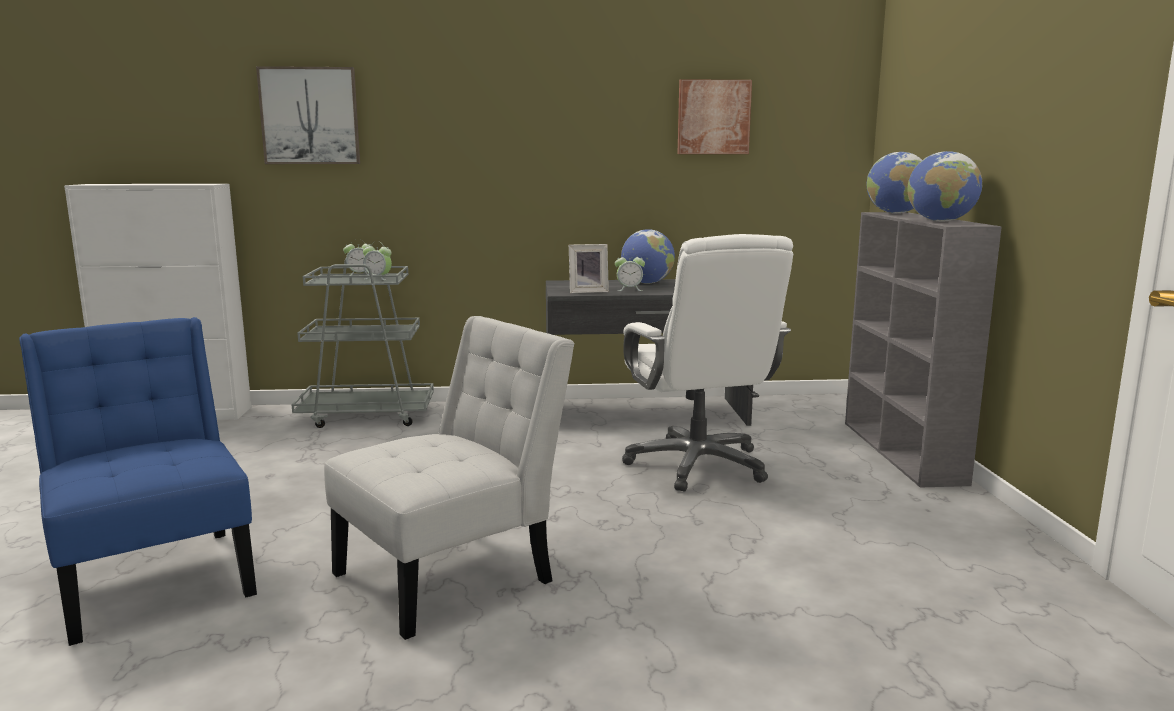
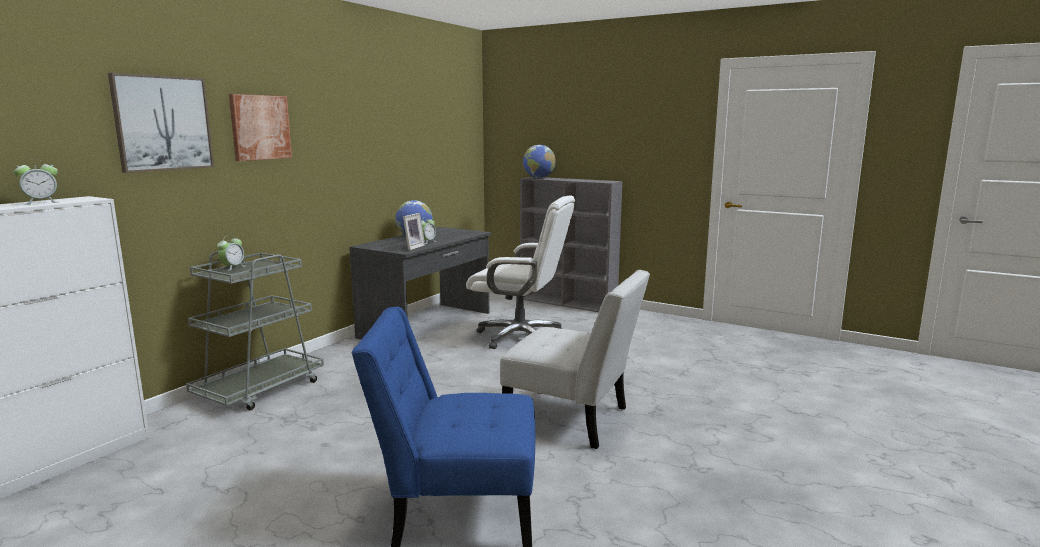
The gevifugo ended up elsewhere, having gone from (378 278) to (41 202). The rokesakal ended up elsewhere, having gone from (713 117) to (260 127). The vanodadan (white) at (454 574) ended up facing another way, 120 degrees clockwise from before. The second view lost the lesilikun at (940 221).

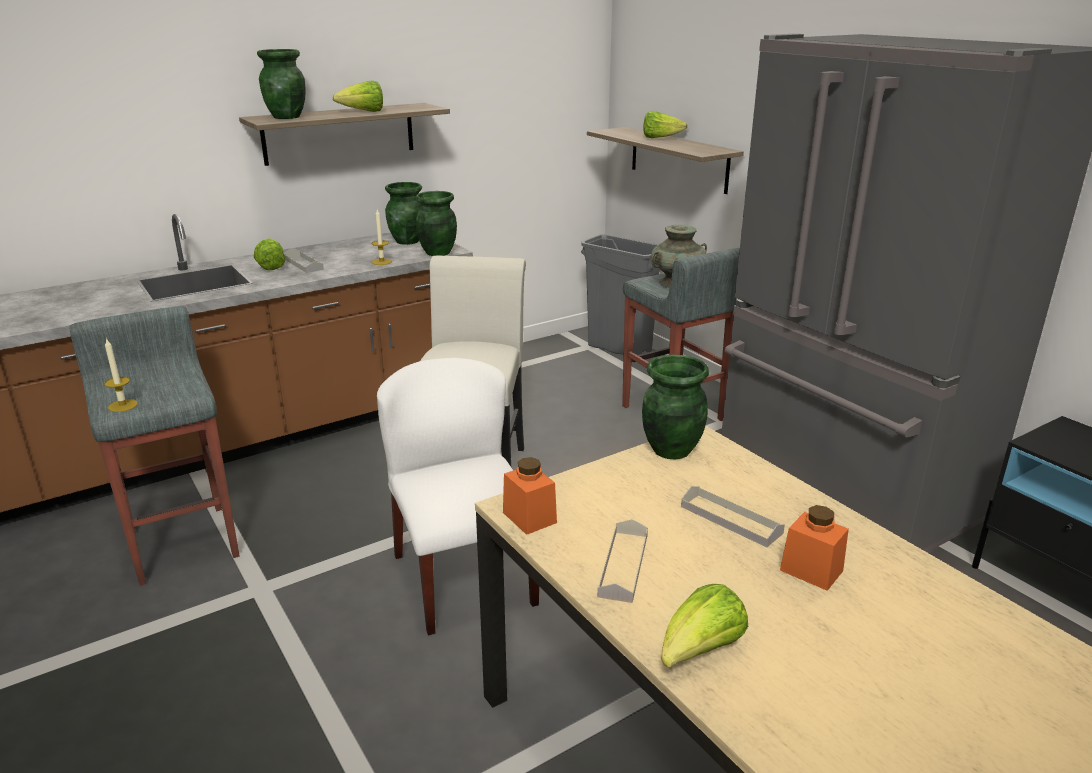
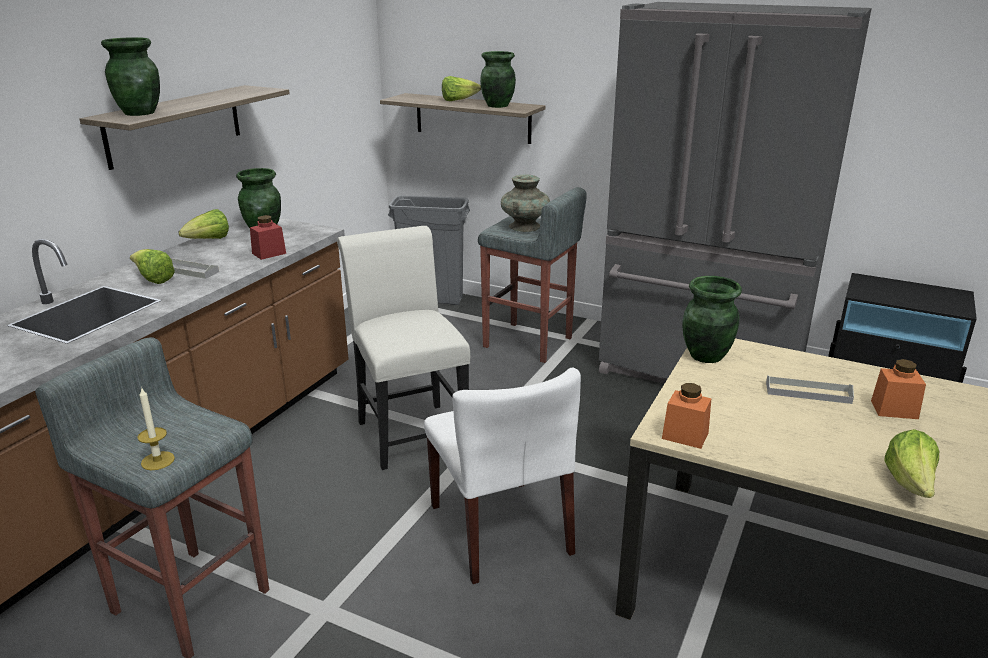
The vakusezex ended up elsewhere, having gone from (363 112) to (208 241). Where the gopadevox stood at (381 262), the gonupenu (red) came to stand at (269 253). The vanodadan (white) at (463 578) ended up facing another way, 150 degrees counterclockwise from before. The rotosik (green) ended up elsewhere, having gone from (437 253) to (497 106). The second view lost the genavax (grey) at (623 565).

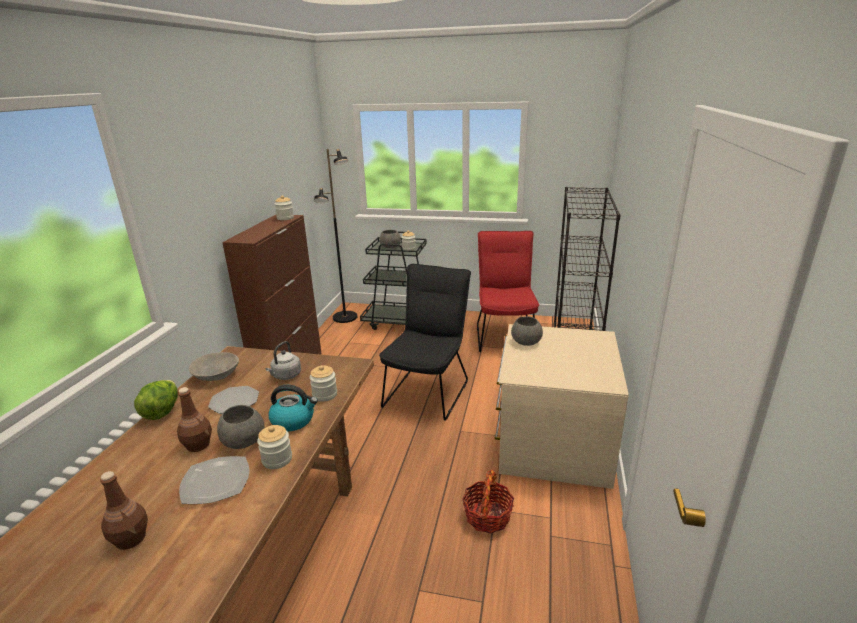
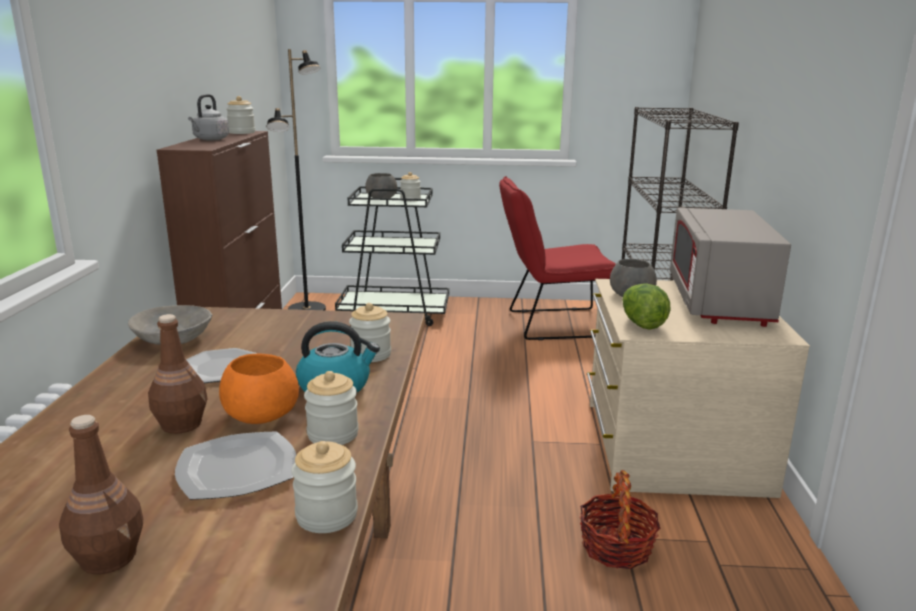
The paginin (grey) ended up elsewhere, having gone from (285 376) to (210 139). What was the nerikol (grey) at (243 440) turned into the nerikol (orange) at (260 414). The second view gained the gonupenu at (326 515). The vanodadan (red) at (505 335) ended up facing another way, 90 degrees counterclockwise from before. The vakusezex ended up elsewhere, having gone from (162 411) to (641 324). The second view gained the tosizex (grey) at (718 302). The second view lost the vanodadan (black) at (429 390).

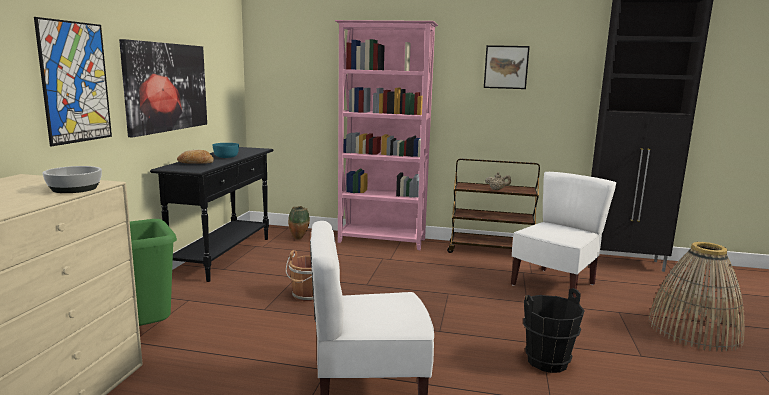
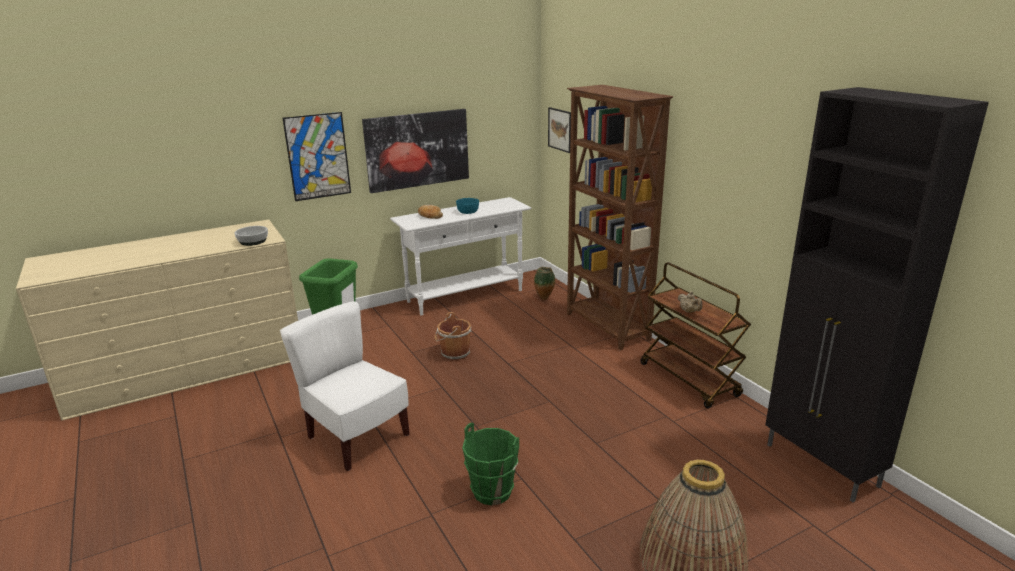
What was the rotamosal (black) at (223 256) turned into the rotamosal (white) at (466 296). What was the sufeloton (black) at (547 362) turned into the sufeloton (green) at (492 492). The rokesakal ended up elsewhere, having gone from (506 67) to (560 129). What was the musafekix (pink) at (382 241) turned into the musafekix (brown) at (607 327). The second view lost the vanodadan (white) at (555 285).

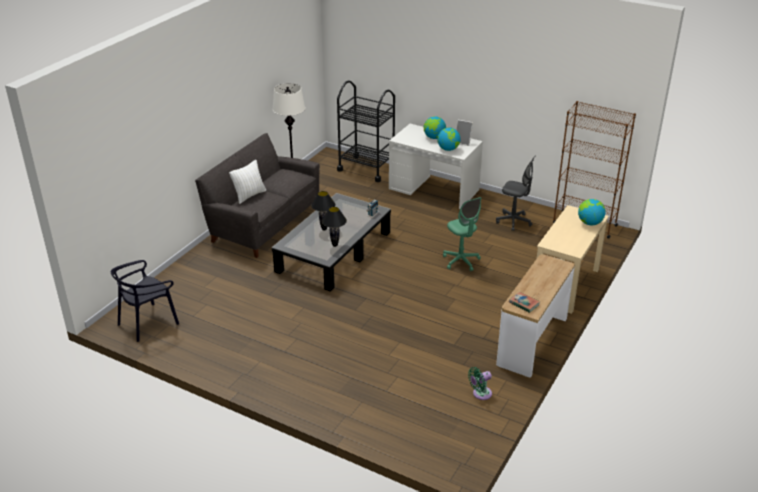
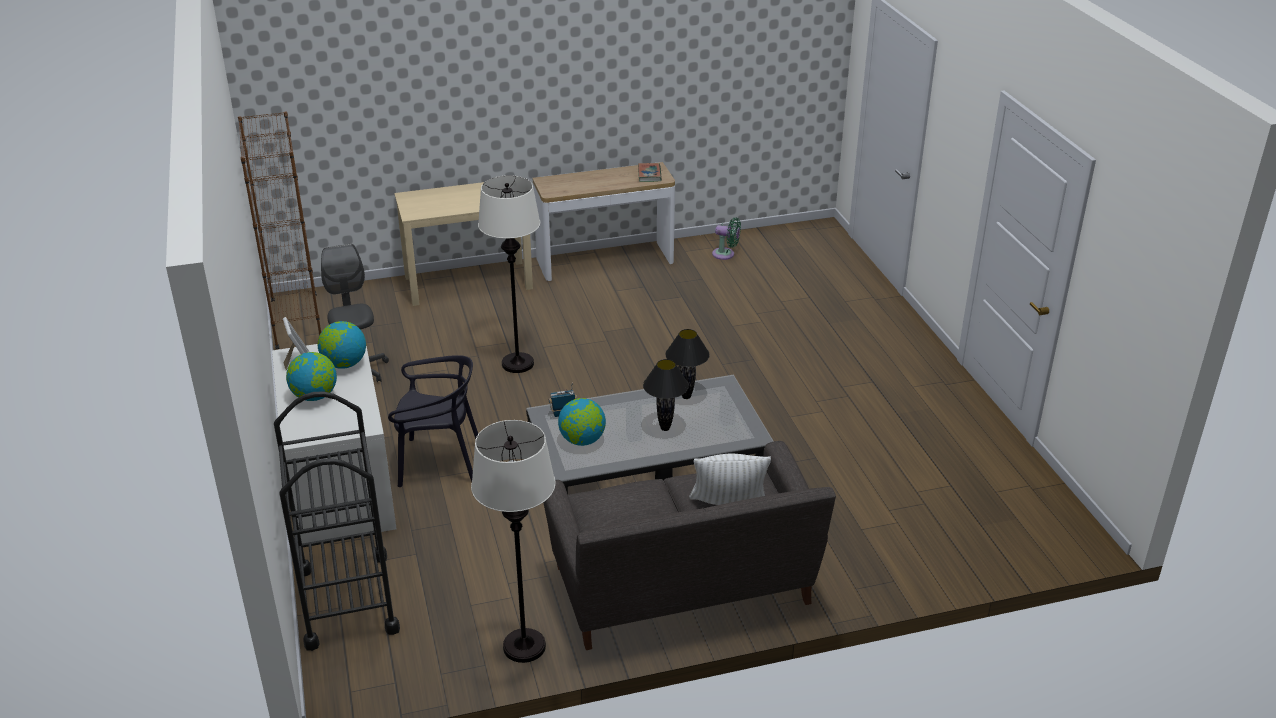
The vanodadan (black) ended up elsewhere, having gone from (148 323) to (439 463). Where the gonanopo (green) stood at (461 261), the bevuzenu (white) came to stand at (518 364). The lesilikun ended up elsewhere, having gone from (589 223) to (582 440).

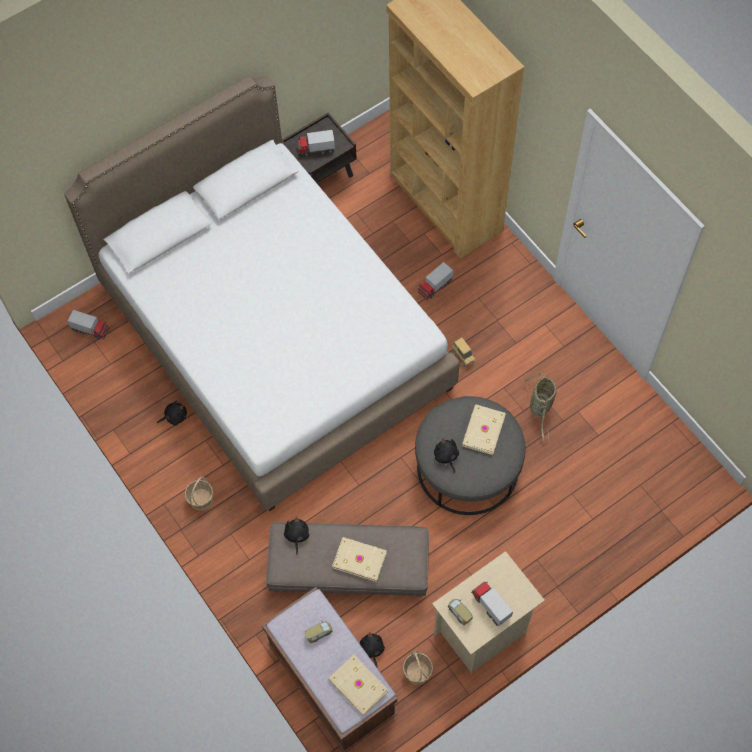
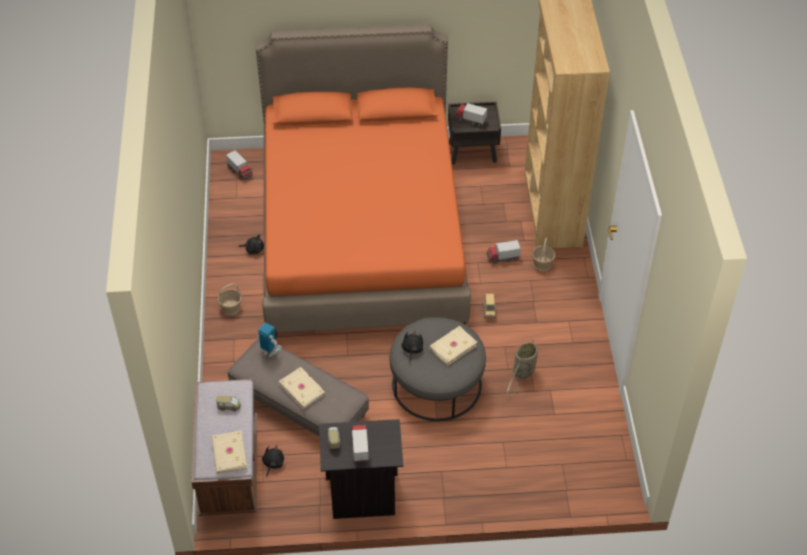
What was the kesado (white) at (274 336) turned into the kesado (orange) at (361 234). Where the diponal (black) stood at (296 536), the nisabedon came to stand at (270 351). What was the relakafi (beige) at (482 632) turned into the relakafi (black) at (362 497). The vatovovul ended up elsewhere, having gone from (417 672) to (542 264).

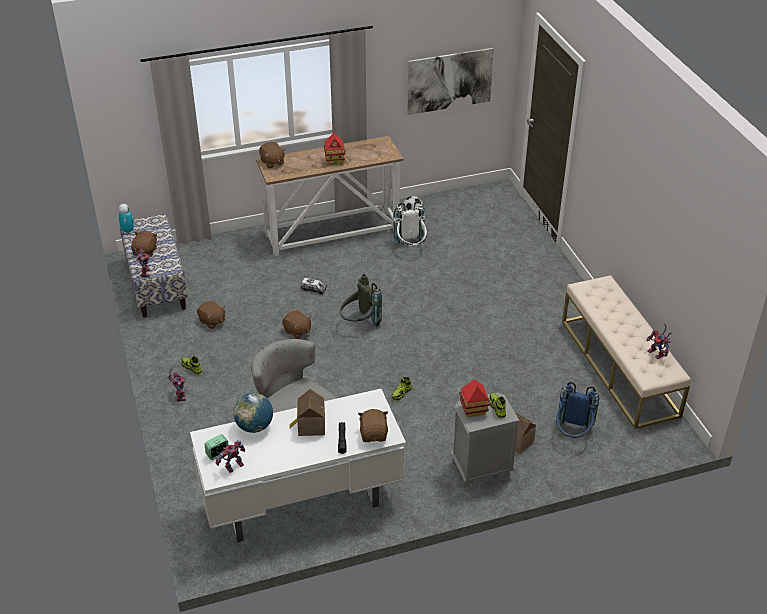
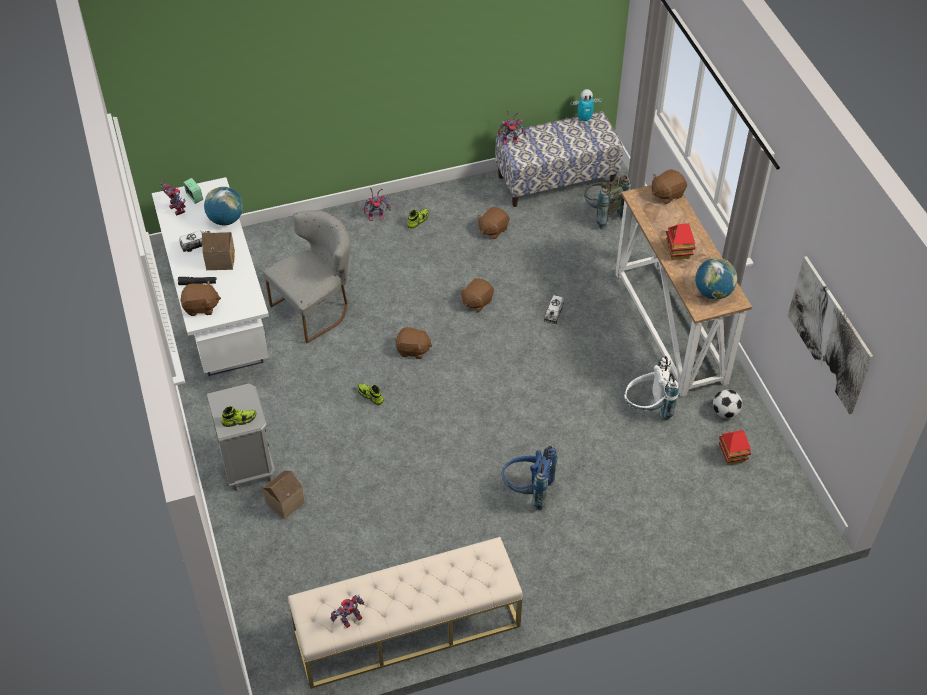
The second view gained the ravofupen at (197 244). The diponal (brown) ended up elsewhere, having gone from (145 251) to (413 350). The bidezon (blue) ended up elsewhere, having gone from (572 435) to (528 491). The bidezon (grey) ended up elsewhere, having gone from (360 323) to (603 214). The second view gained the lesilikun at (713 292). The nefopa ended up elsewhere, having gone from (473 410) to (732 455).

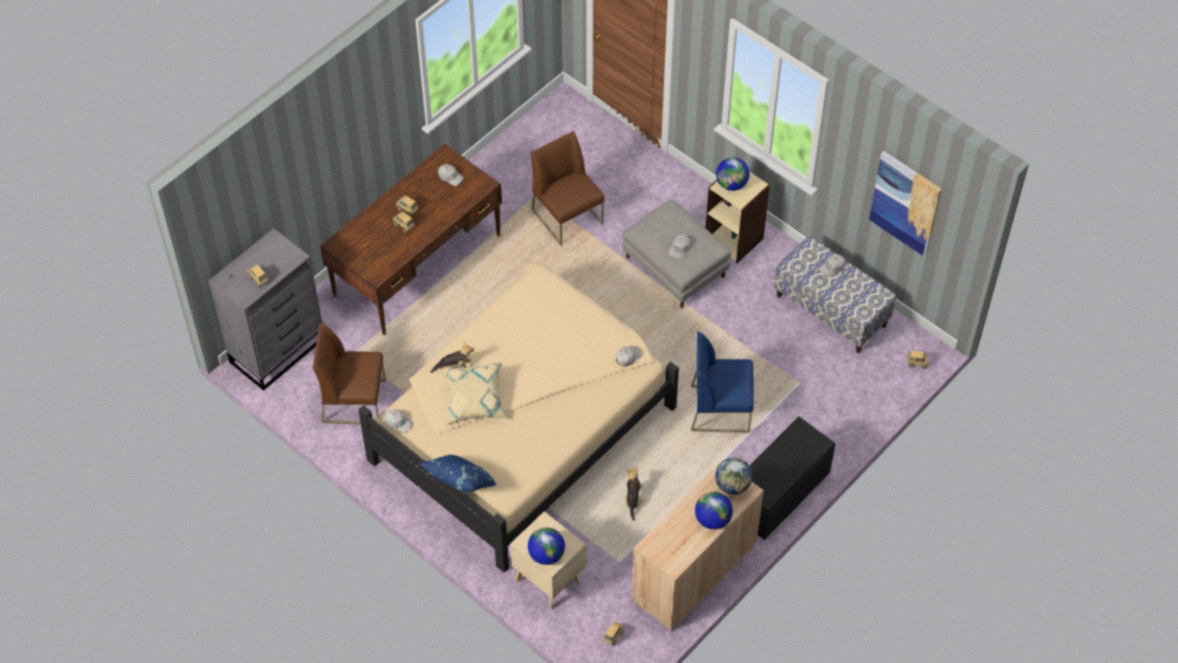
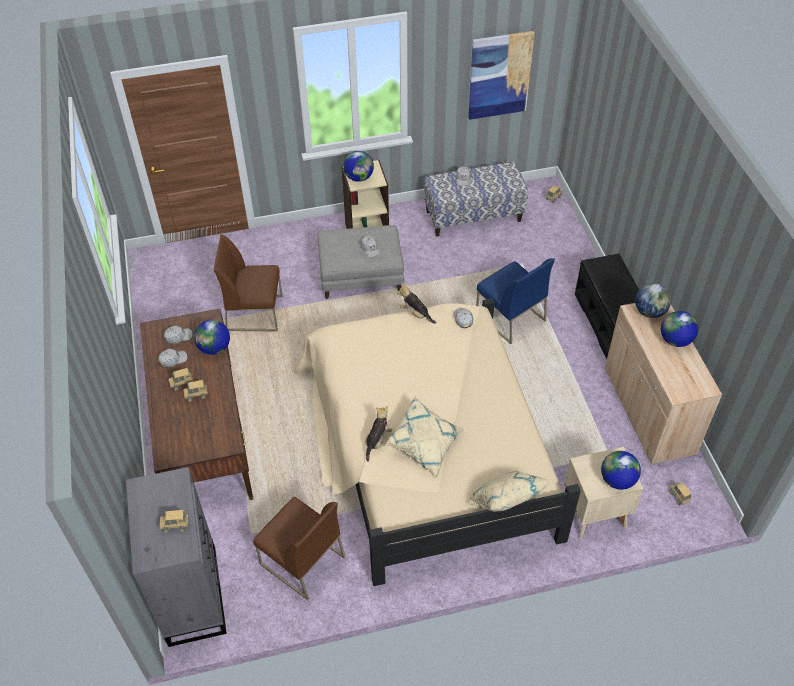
The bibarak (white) ended up elsewhere, having gone from (398 422) to (173 360). The second view gained the lesilikun at (214 348). The vanodadan (brown) at (354 400) ended up facing another way, 90 degrees counterclockwise from before. The diponal ended up elsewhere, having gone from (633 499) to (415 313). What was the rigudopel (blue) at (459 485) turned into the rigudopel (beige) at (505 505). The vanodadan (blue) at (720 408) ended up facing another way, 75 degrees counterclockwise from before.

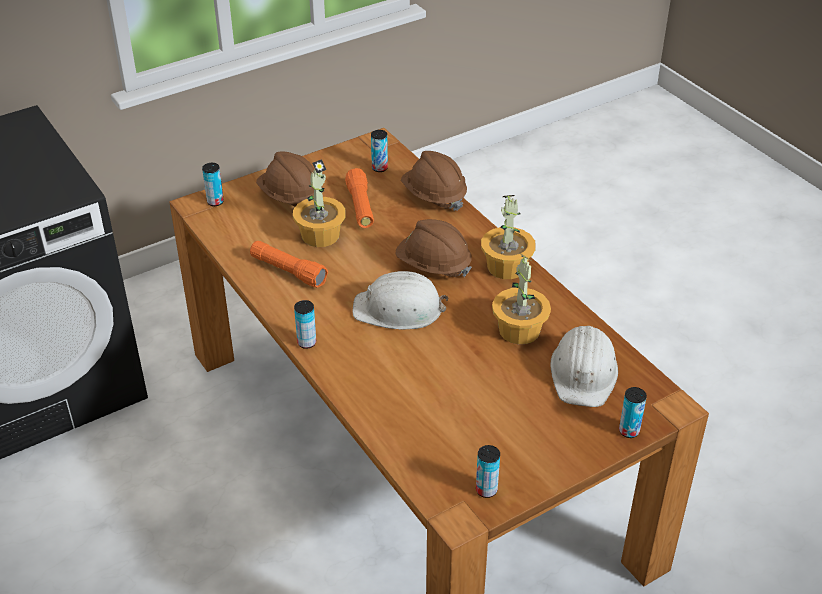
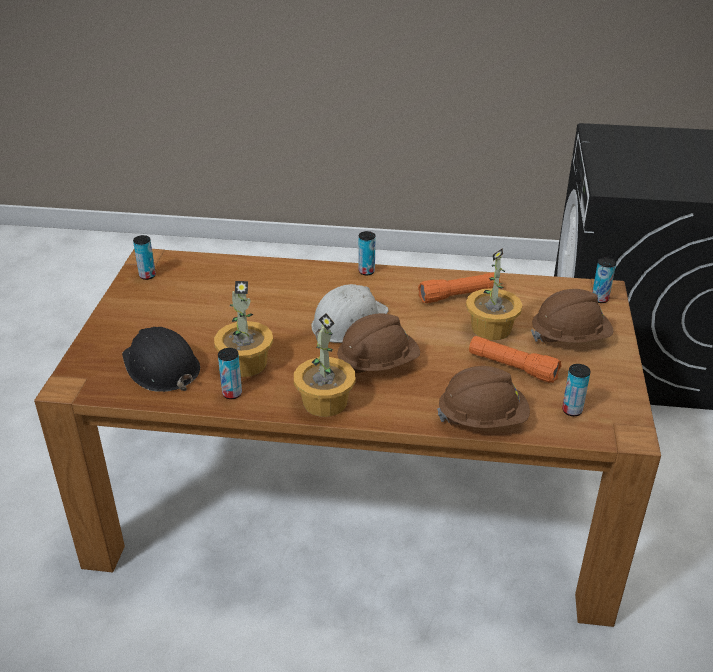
What was the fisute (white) at (584 372) turned into the fisute (black) at (161 367). The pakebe ended up elsewhere, having gone from (629 431) to (232 393).

